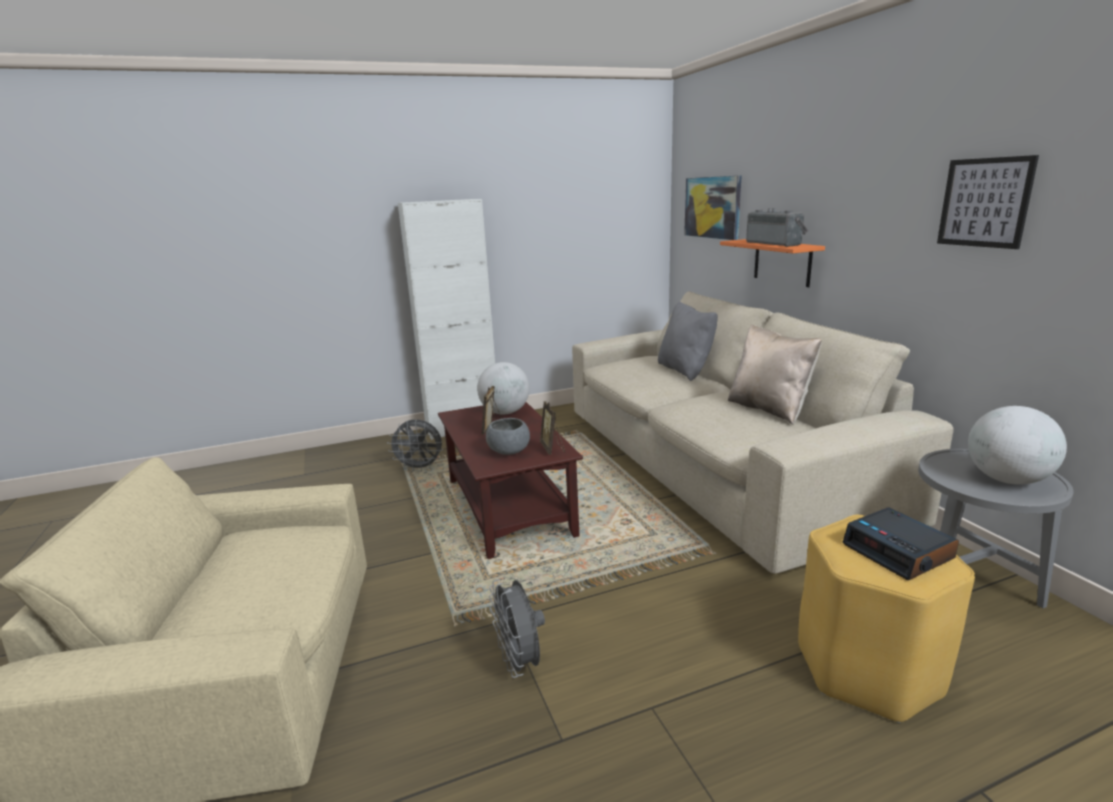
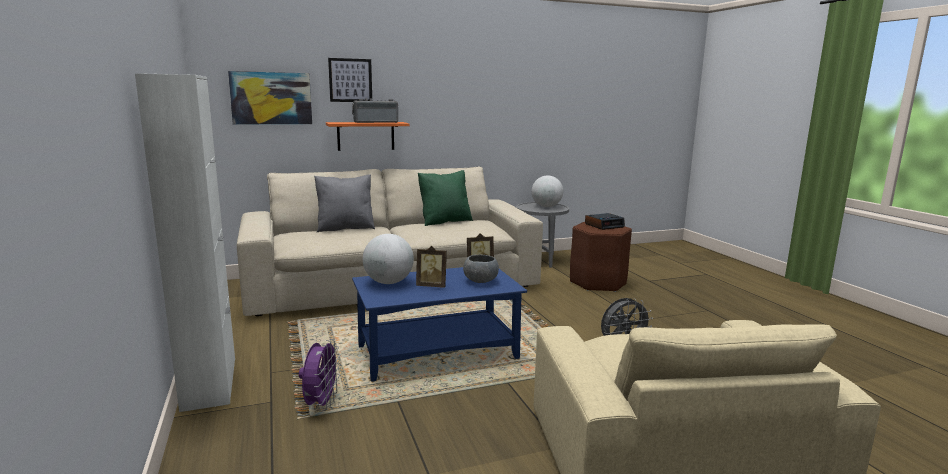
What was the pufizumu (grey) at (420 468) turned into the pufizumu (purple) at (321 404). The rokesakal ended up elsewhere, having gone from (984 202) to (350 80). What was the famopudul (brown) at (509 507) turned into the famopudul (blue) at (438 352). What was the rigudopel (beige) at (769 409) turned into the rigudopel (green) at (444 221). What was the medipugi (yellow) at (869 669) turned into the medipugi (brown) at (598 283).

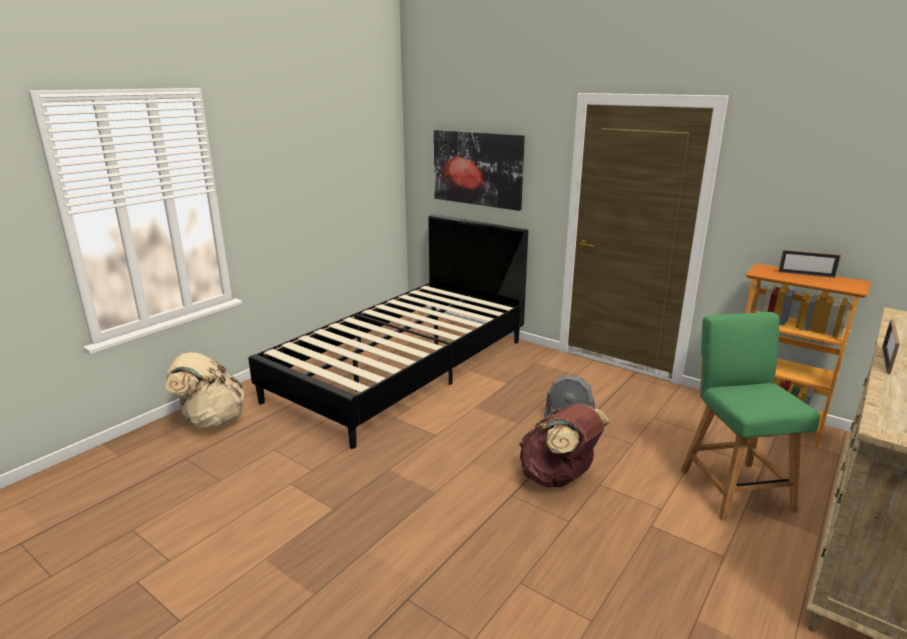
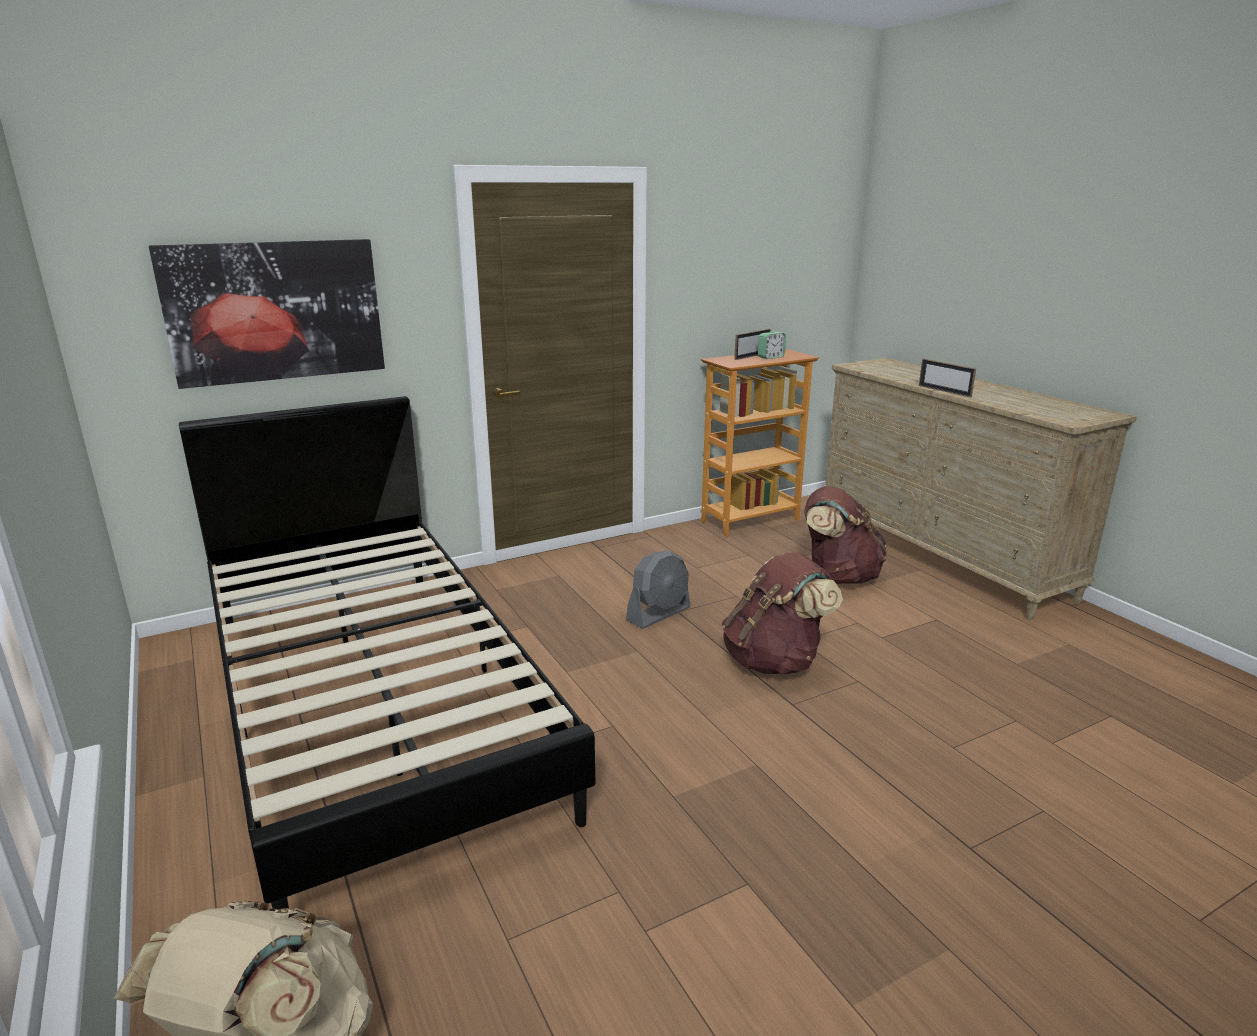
The second view gained the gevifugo at (770 357). Where the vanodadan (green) stood at (733 487), the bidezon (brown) came to stand at (838 576).

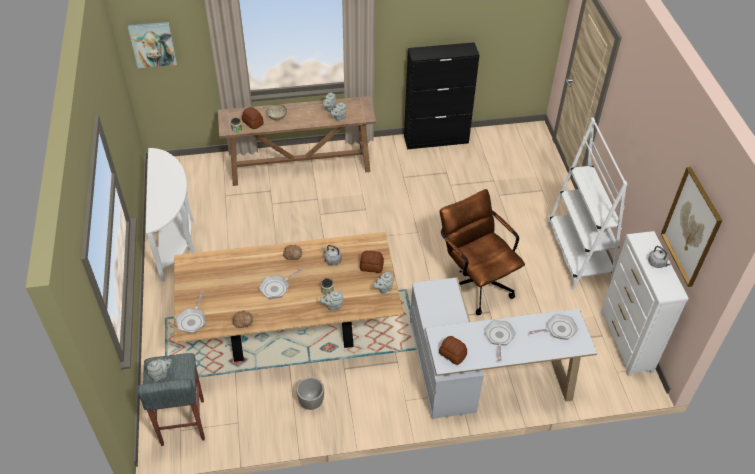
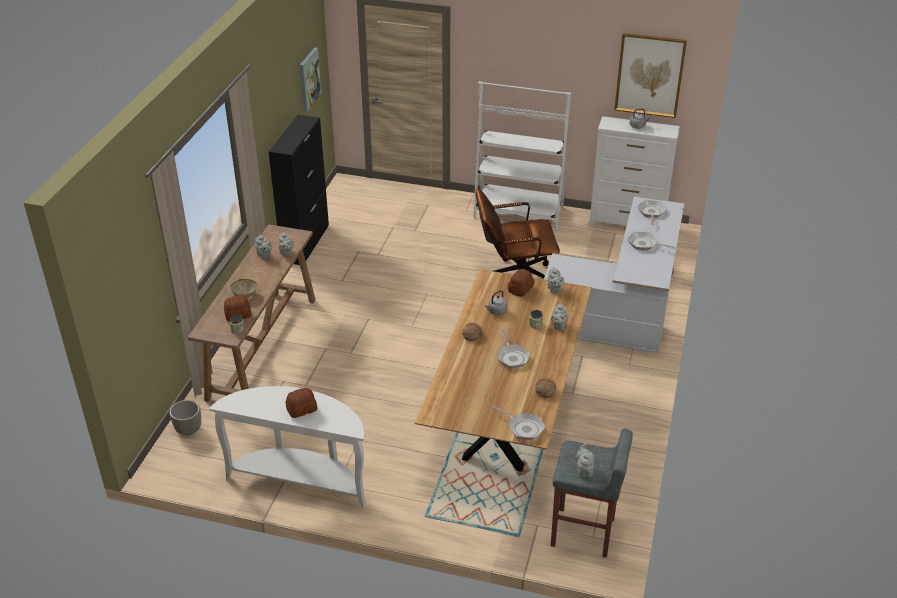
The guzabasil ended up elsewhere, having gone from (311 402) to (188 430). The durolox ended up elsewhere, having gone from (452 354) to (301 409). The rokesakal ended up elsewhere, having gone from (153 44) to (309 79).

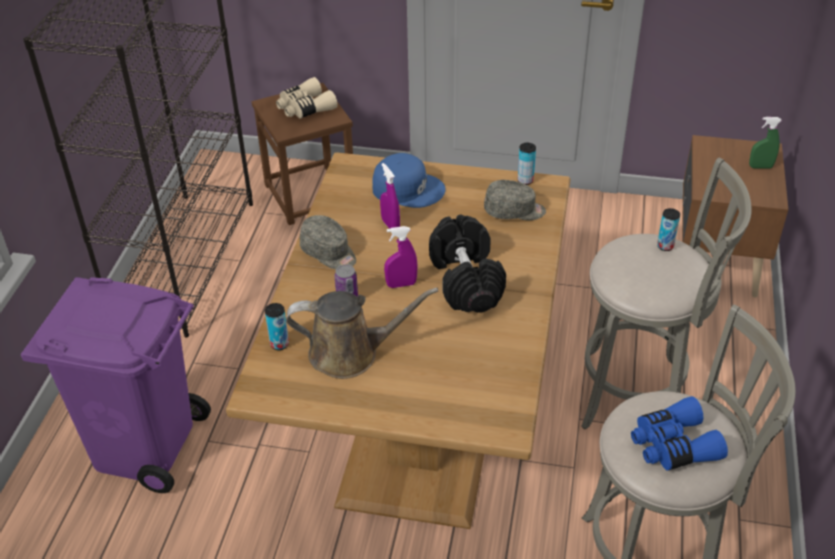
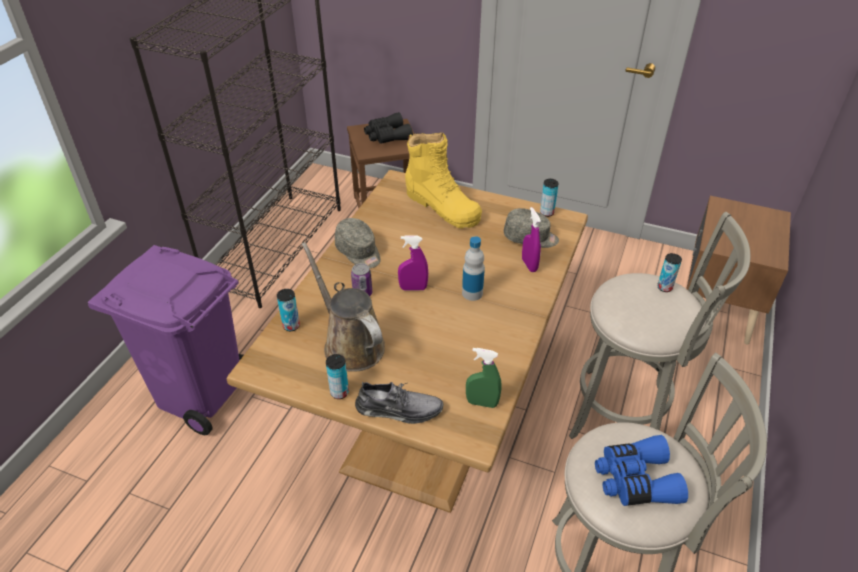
The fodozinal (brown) at (350 353) ended up facing another way, 135 degrees counterclockwise from before. The second view gained the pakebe at (339 392). The second view gained the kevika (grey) at (399 409). What was the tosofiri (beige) at (305 108) turned into the tosofiri (black) at (387 136). Where the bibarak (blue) stood at (408 188), the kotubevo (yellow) came to stand at (442 206). Where the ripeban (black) stood at (466 281), the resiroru came to stand at (472 293). The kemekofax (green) ended up elsewhere, having gone from (760 167) to (482 403). The kemekofax (purple) ended up elsewhere, having gone from (390 225) to (529 265).

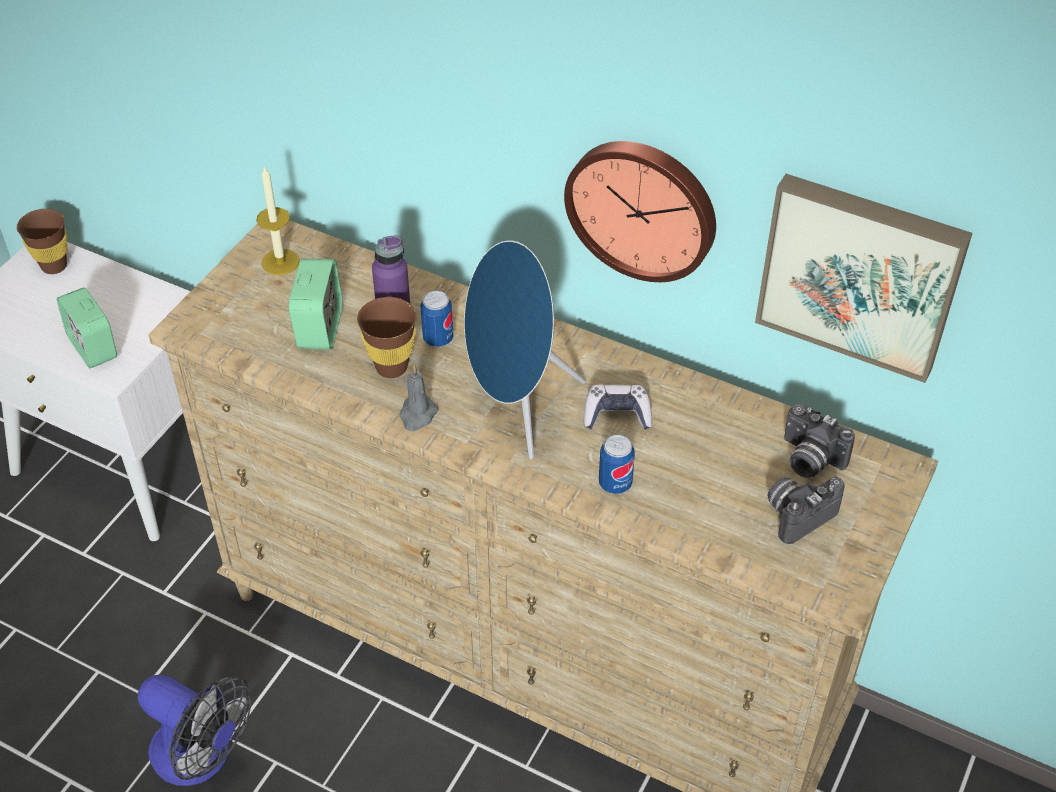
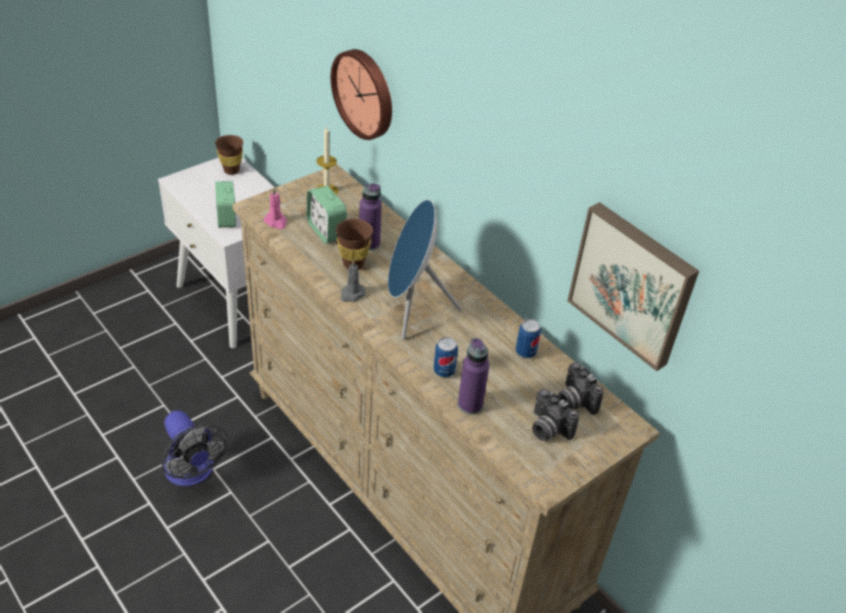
The second view gained the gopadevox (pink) at (276 222). The gevifugo at (319 328) ended up facing another way, 120 degrees clockwise from before. The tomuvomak ended up elsewhere, having gone from (643 207) to (365 93). The second view gained the resiroru (purple) at (470 405). The pakebe ended up elsewhere, having gone from (438 339) to (525 352). The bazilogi at (797 514) ended up facing another way, 120 degrees counterclockwise from before. The second view lost the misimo at (617 415).

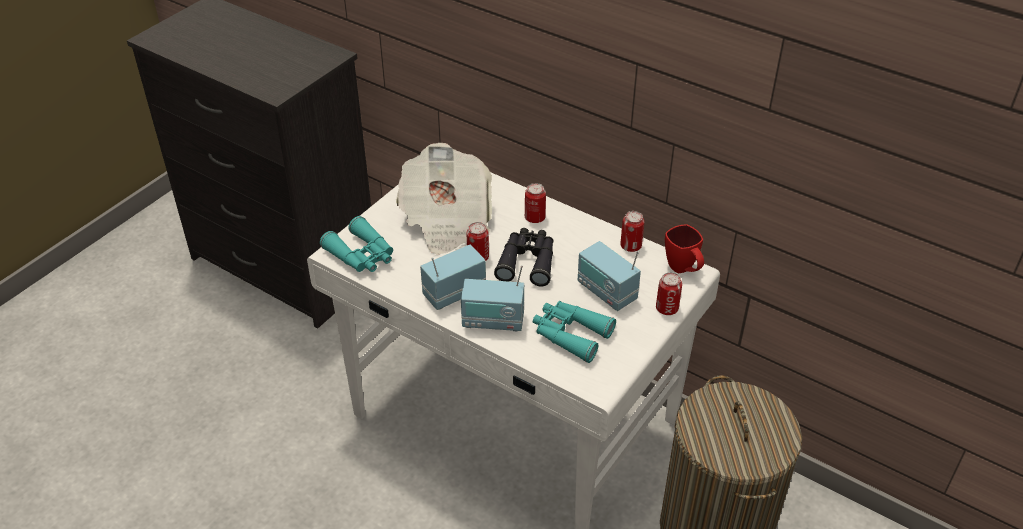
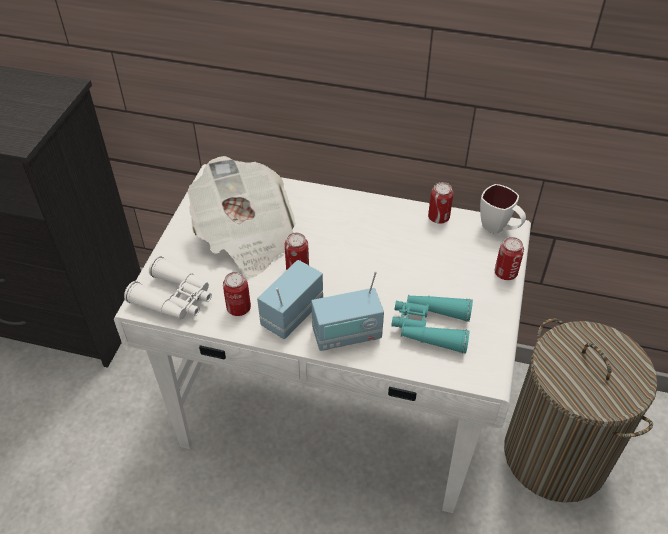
What was the tosofiri (turquoise) at (362 255) turned into the tosofiri (white) at (174 299). The pakebe ended up elsewhere, having gone from (534 218) to (238 308). What was the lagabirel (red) at (683 270) turned into the lagabirel (white) at (499 229). The second view lost the tosofiri (black) at (527 262). The second view lost the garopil at (606 292).

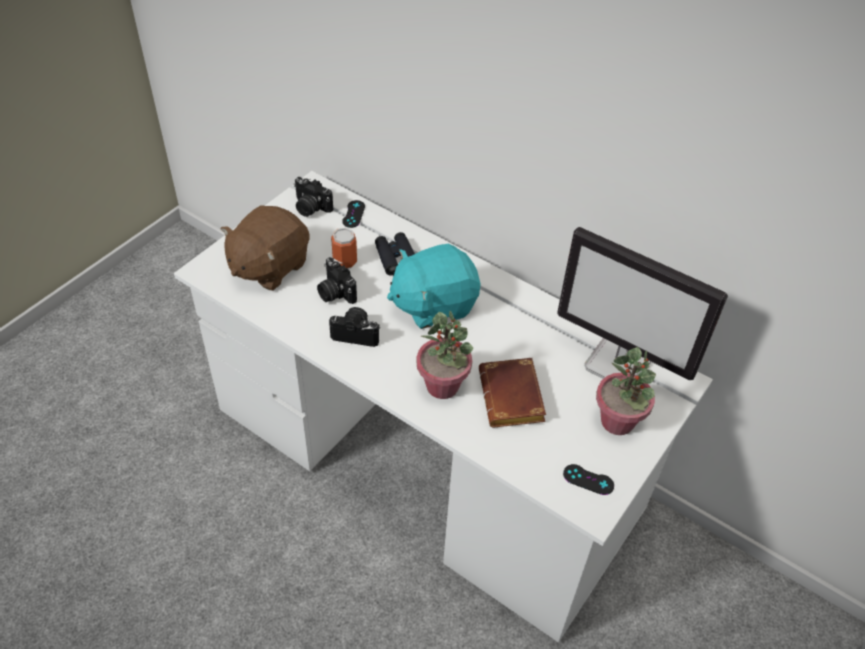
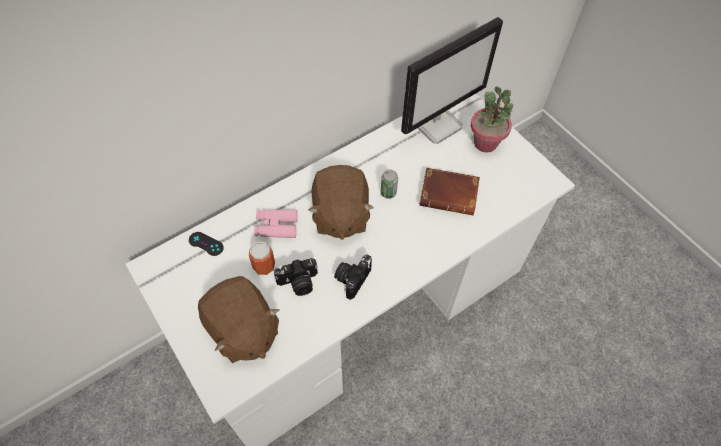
What was the tosofiri (black) at (396 258) turned into the tosofiri (pink) at (276 226). What was the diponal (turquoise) at (433 304) turned into the diponal (brown) at (340 215). The second view gained the pakebe at (388 193). The second view lost the bazilogi at (310 208). The second view lost the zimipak at (443 386). The second view lost the misimo (black) at (588 479).

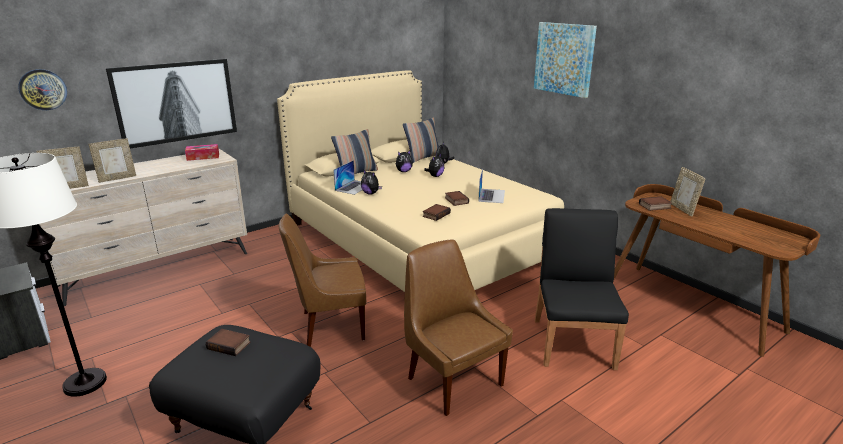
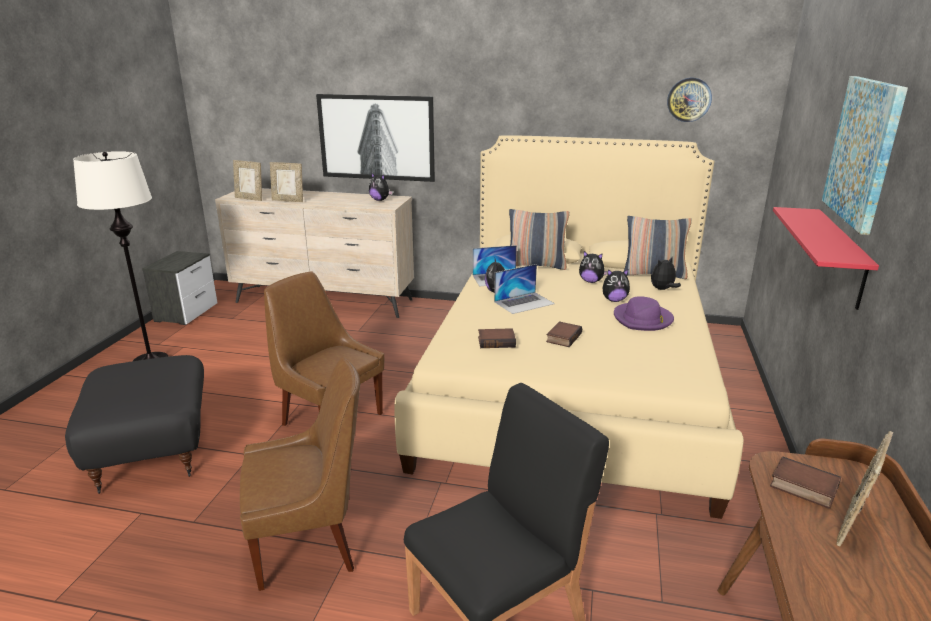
The vanodadan (brown) at (452 380) ended up facing another way, 60 degrees clockwise from before. Where the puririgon stood at (203 157), the diponal came to stand at (380 200). The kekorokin ended up elsewhere, having gone from (491 195) to (524 302). The second view gained the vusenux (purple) at (643 319). The tomuvomak ended up elsewhere, having gone from (43 89) to (689 99). The second view gained the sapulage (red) at (839 257). The second view lost the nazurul at (230 345).

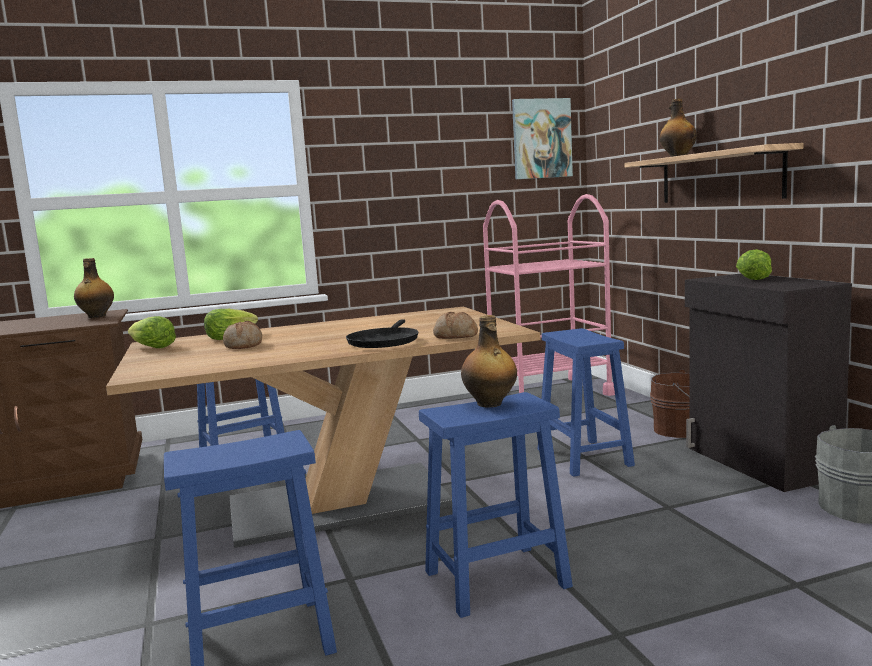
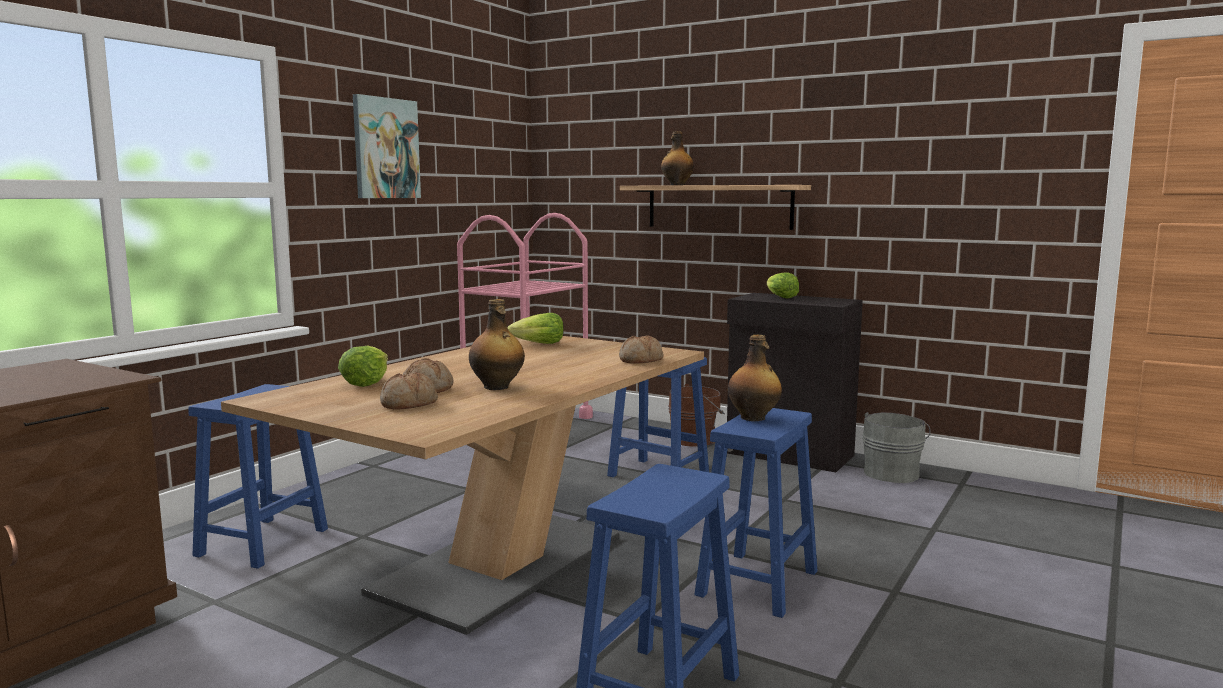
The rokesakal ended up elsewhere, having gone from (541 139) to (385 148). The second view gained the durolox at (409 404). The resiroru ended up elsewhere, having gone from (96 316) to (497 387). The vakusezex ended up elsewhere, having gone from (151 347) to (539 344). The second view lost the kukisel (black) at (384 341).

